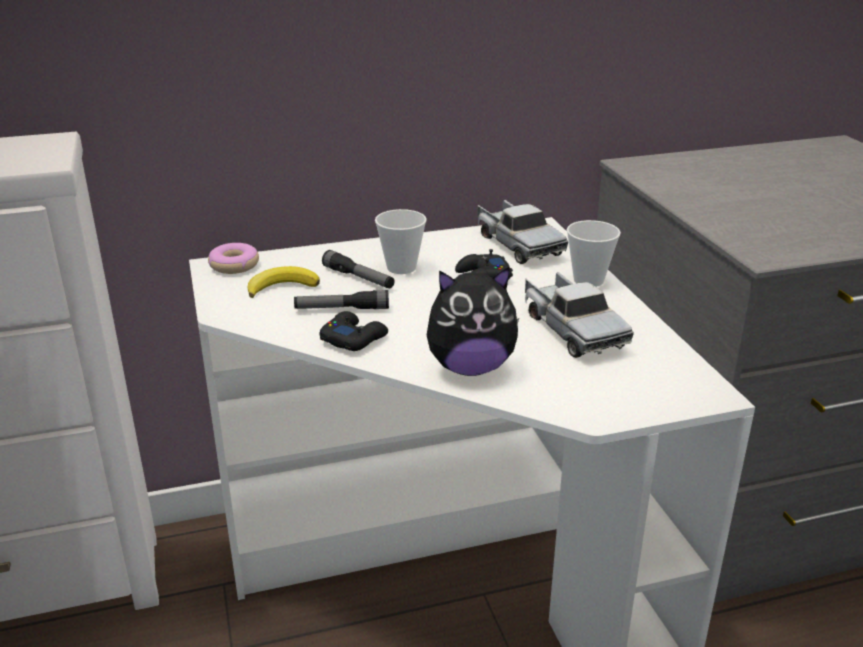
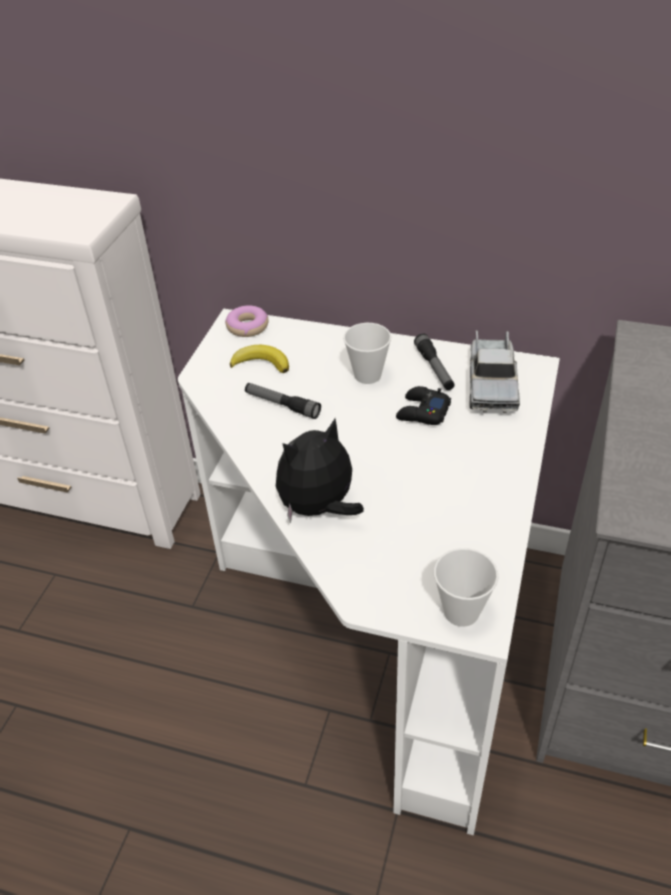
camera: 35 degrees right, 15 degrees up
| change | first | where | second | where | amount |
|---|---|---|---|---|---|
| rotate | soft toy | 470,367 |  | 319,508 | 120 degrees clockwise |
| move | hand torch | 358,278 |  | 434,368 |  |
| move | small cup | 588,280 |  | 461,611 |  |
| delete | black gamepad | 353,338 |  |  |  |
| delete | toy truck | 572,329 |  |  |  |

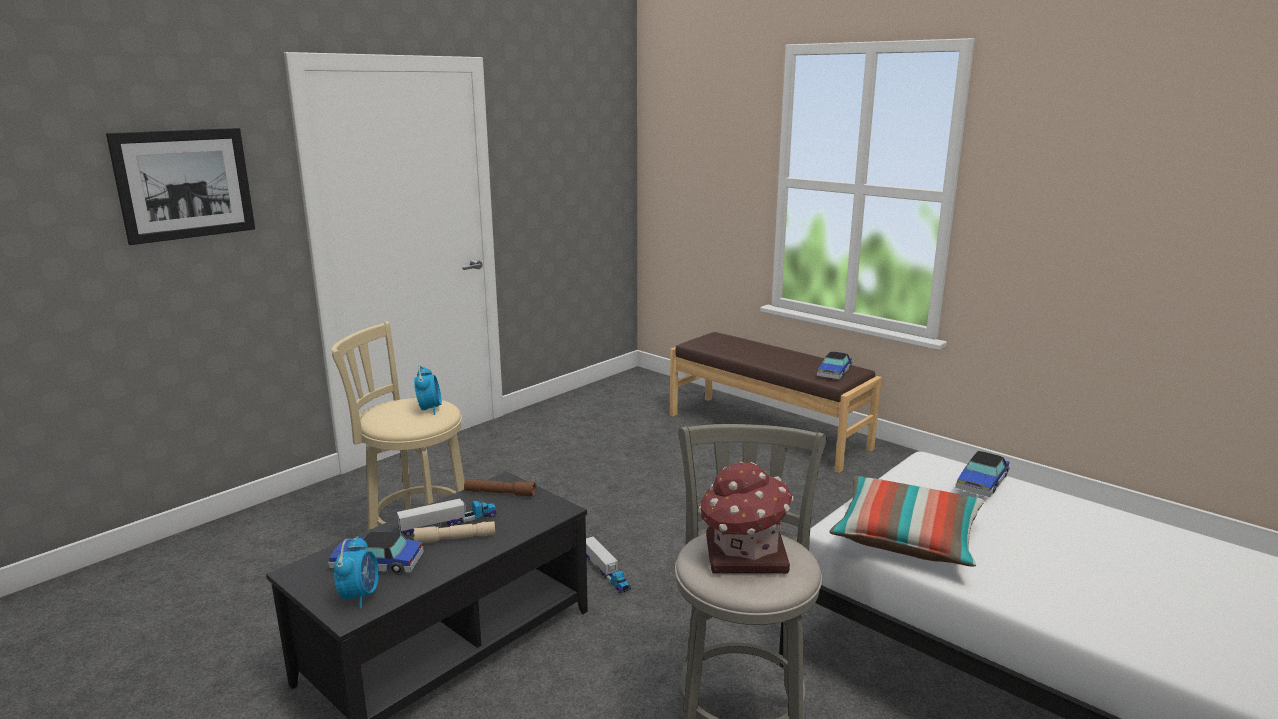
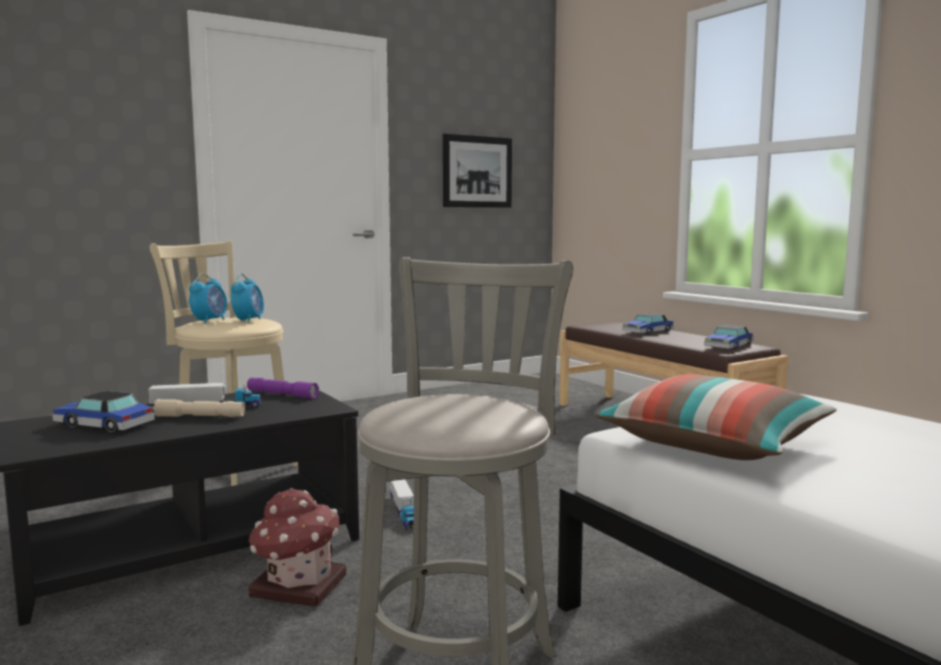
camera: 15 degrees right, 10 degrees down
| change | first | where | second | where | amount |
|---|---|---|---|---|---|
| move | bedside clock | 360,595 |  | 210,321 |  |
| recolor | brown hand torch | 500,493 | purple-coloured hand torch | 282,394 |  |
| move | miniature house | 743,555 |  | 297,586 |  |
| move | wall art | 185,184 |  | 477,171 |  |
| move | toy car | 982,482 |  | 648,332 |  |

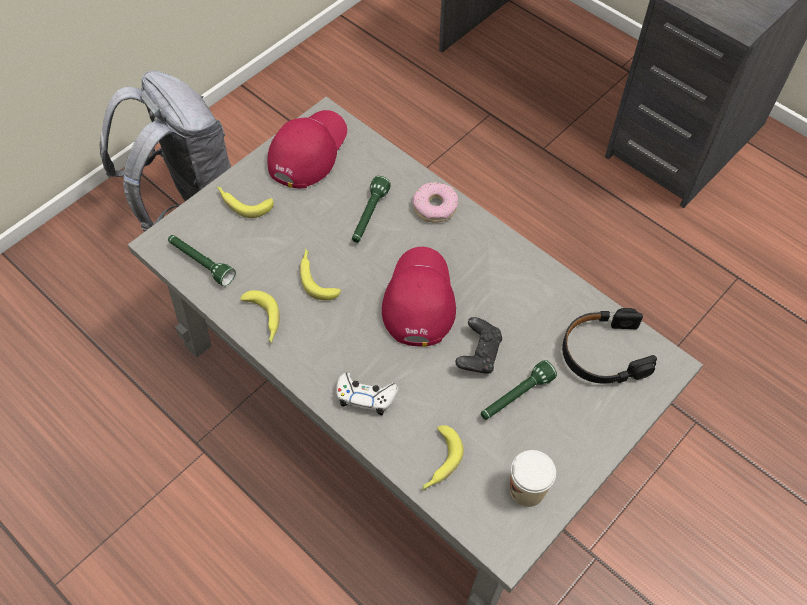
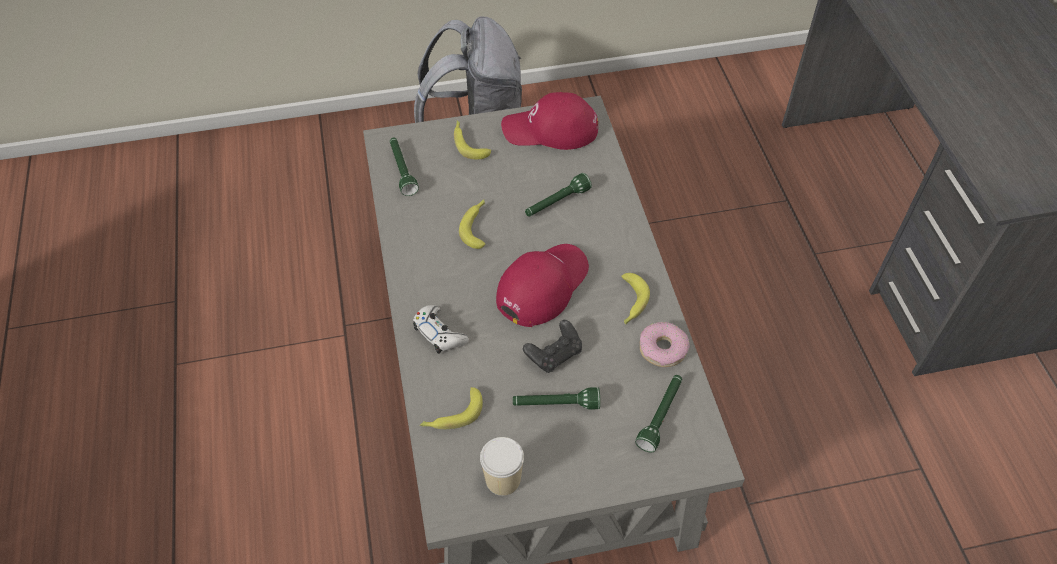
camera: 35 degrees right, 5 degrees down
| change | first | where | second | where | amount |
|---|---|---|---|---|---|
| rotate | red cap | 308,151 |  | 550,130 | 150 degrees counterclockwise |
| move | whole banana | 263,320 |  | 630,303 |  |
| replace | black headphones | 603,353 | green-coloured hand torch | 661,416 |  |
| move | donut | 435,207 |  | 663,349 |  |

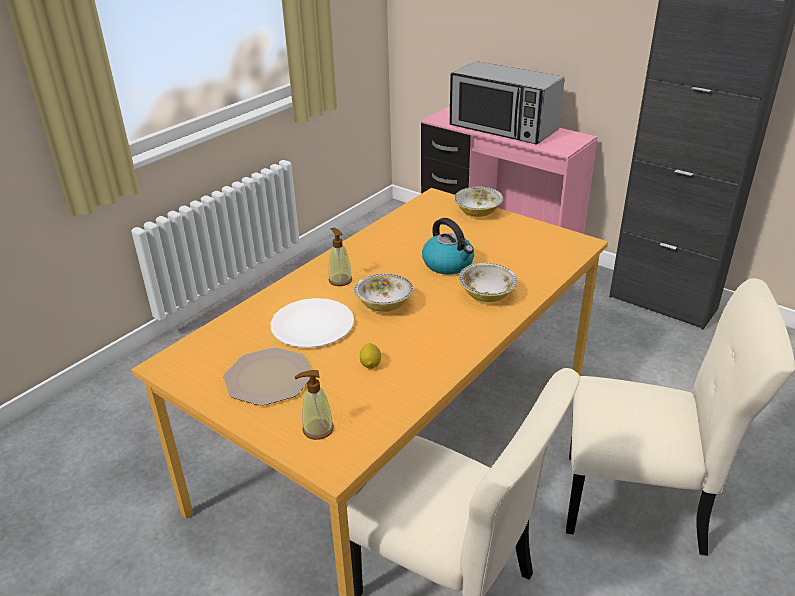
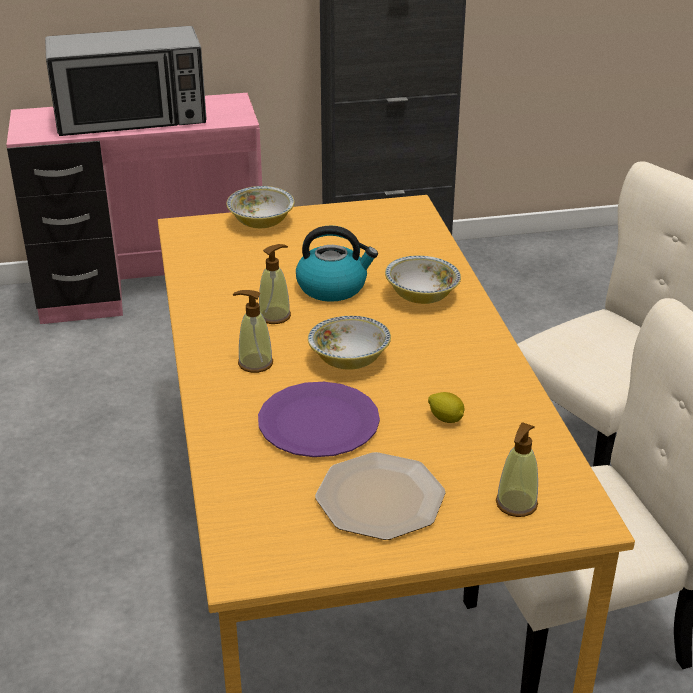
camera: 50 degrees left, 0 degrees up
| change | first | where | second | where | amount |
|---|---|---|---|---|---|
| recolor | white dinner plate | 313,325 | purple-coloured dinner plate | 319,422 |  |
| insert |  |  | liquid soap bottle | 274,316 |  |

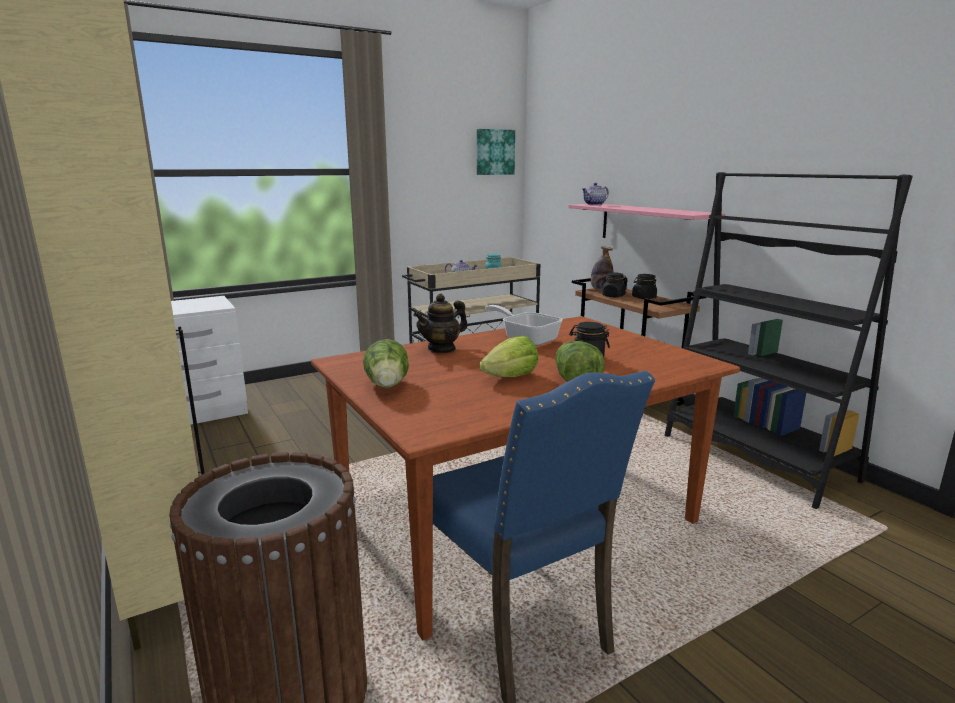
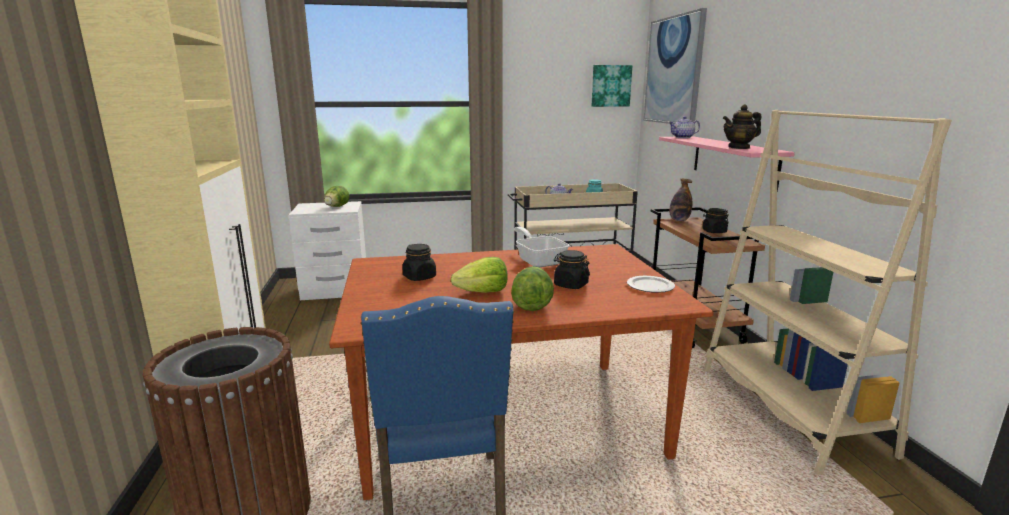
camera: 20 degrees right, 0 degrees up
| change | first | where | second | where | amount |
|---|---|---|---|---|---|
| move | lettuce head | 388,386 |  | 336,207 |  |
| move | black jar | 613,296 |  | 419,277 |  |
| insert |  |  | dinner plate | 650,286 |  |
| insert |  |  | wall art | 673,70 |  |
| recolor | black bookcase | 756,458 | beige bookcase | 789,409 |  |
| move | pot for tea | 442,349 |  | 739,147 |  |

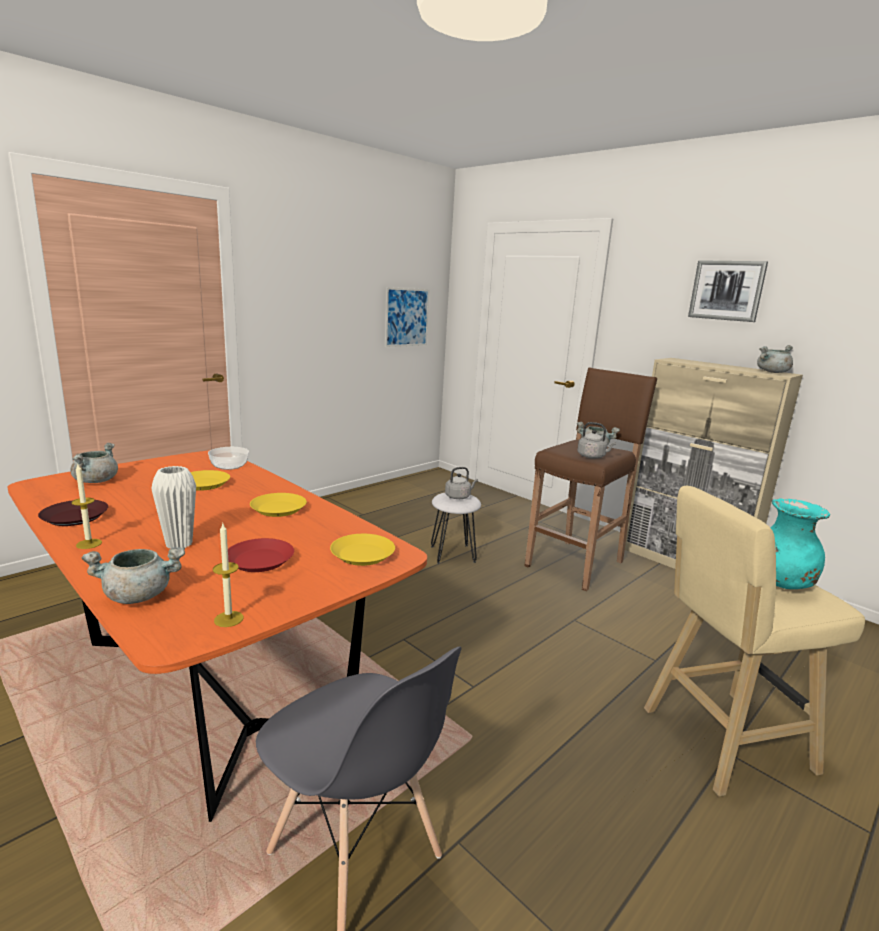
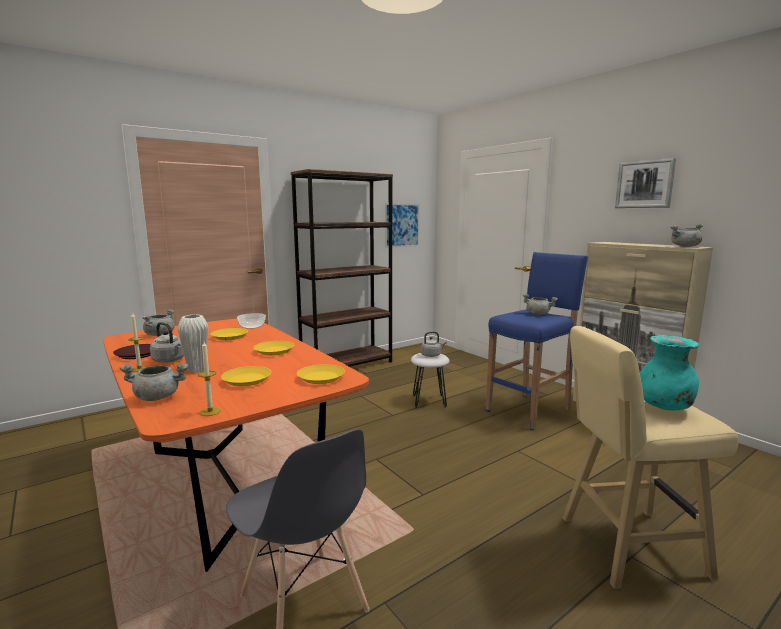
camera: 10 degrees right, 5 degrees down
| change | first | where | second | where | amount |
|---|---|---|---|---|---|
| move | greyish kettle | 592,457 |  | 170,360 |  |
| recolor | red dinner plate | 260,560 | yellowish dinner plate | 247,380 |  |
| insert |  |  | brown bookcase | 347,365 |  |
| recolor | brown stool | 576,563 | blue stool | 529,410 |  |

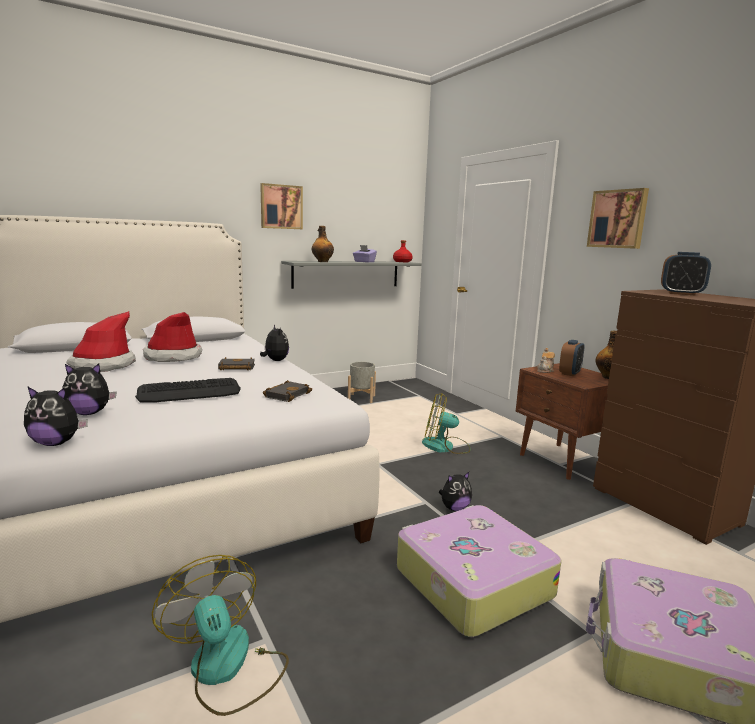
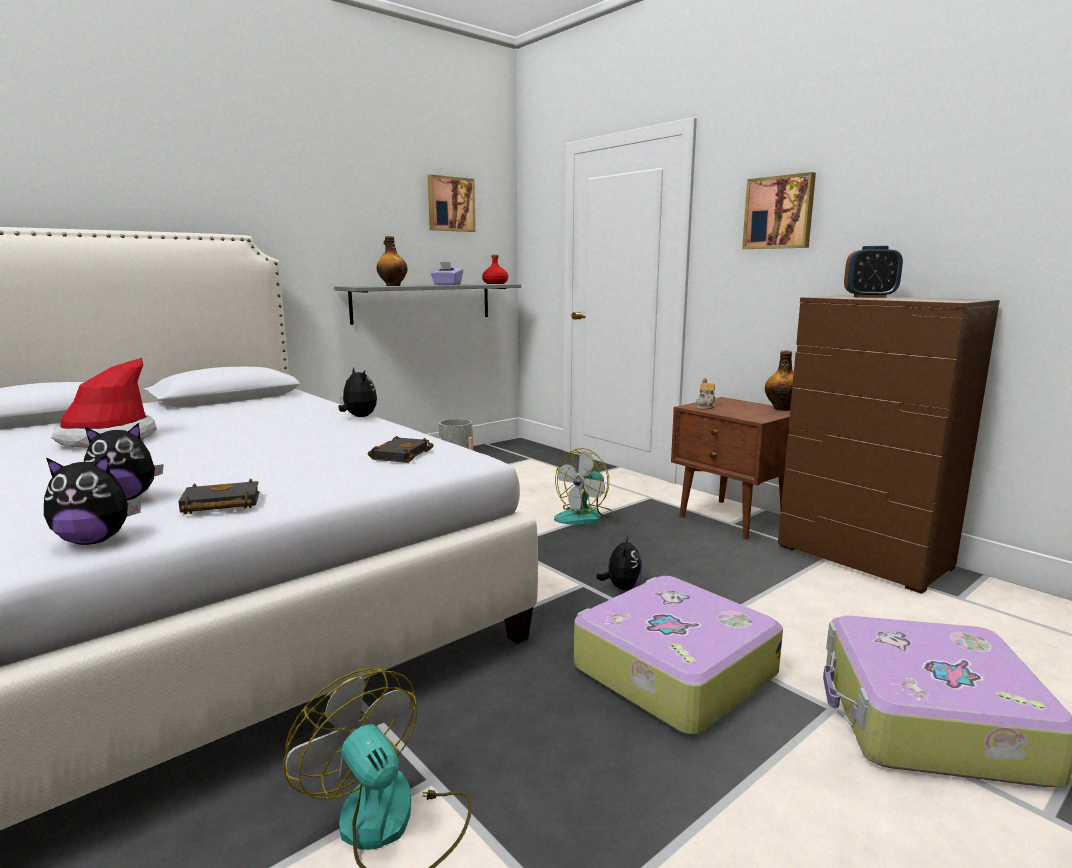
camera: 10 degrees left, 0 degrees up
| change | first | where | second | where | amount |
|---|---|---|---|---|---|
| move | black volume | 235,368 |  | 219,504 |  |
| move | wall art | 281,207 |  | 450,204 |  |
| rotate | electric fan | 445,446 |  | 585,516 | 45 degrees counterclockwise |
| rotate | soft toy | 454,508 |  | 621,587 | 45 degrees counterclockwise |
| delete | keyboard | 190,392 |  |  |  |
| delete | wearable hat | 173,357 |  |  |  |
| delete | bedside clock | 570,373 |  |  |  |

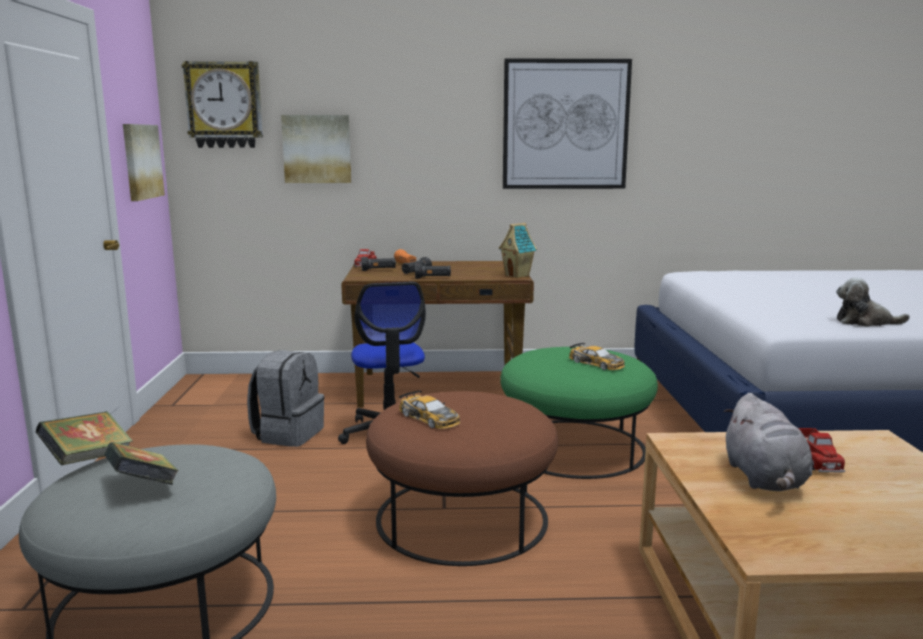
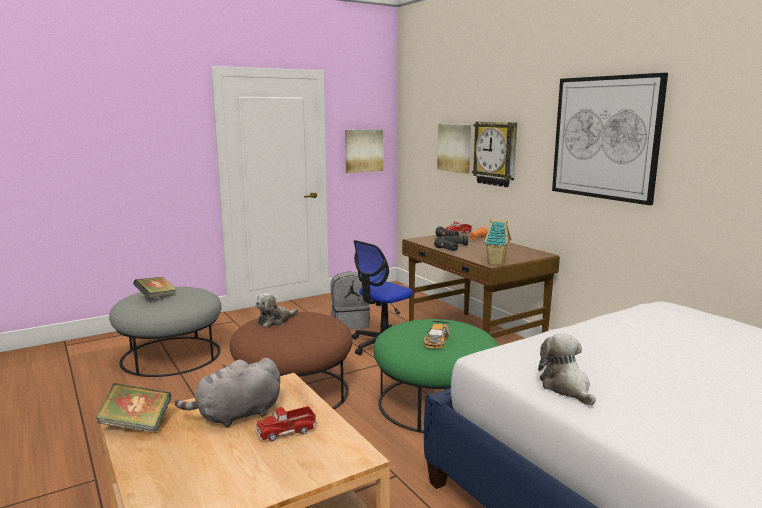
camera: 60 degrees right, 0 degrees up
| change | first | where | second | where | amount |
|---|---|---|---|---|---|
| move | volume | 88,459 |  | 136,425 |  |
| replace | toy car | 429,418 | soft toy | 275,321 |  |
| move | hanging clock | 224,105 |  | 496,153 |  |

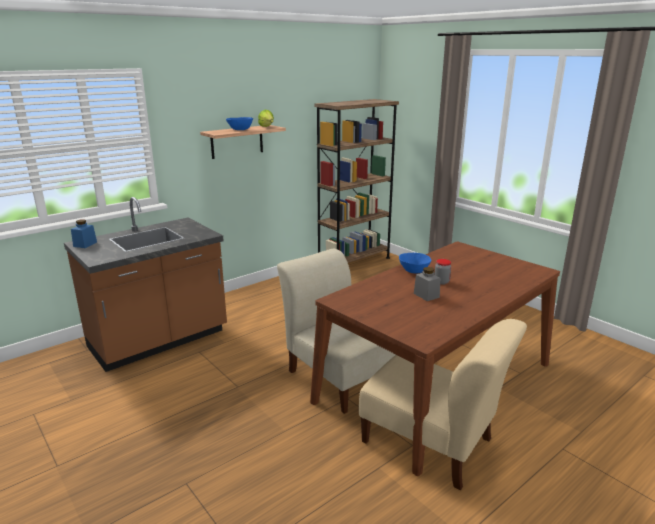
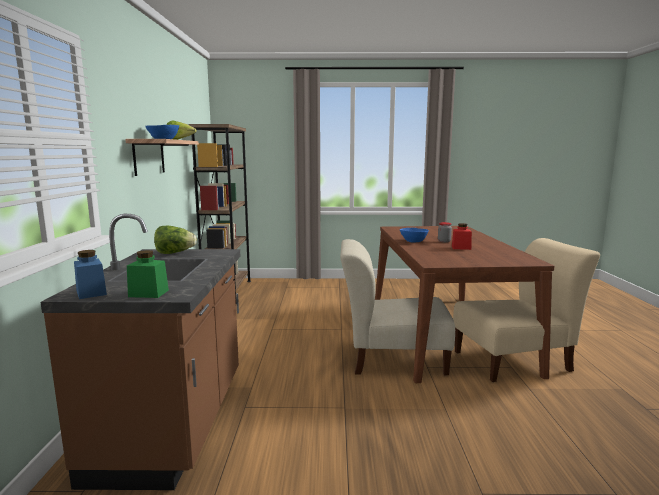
camera: 50 degrees left, 10 degrees down
| change | first | where | second | where | amount |
|---|---|---|---|---|---|
| insert |  |  | green-coloured jar | 148,293 |  |
| insert |  |  | lettuce head | 175,253 |  |
| recolor | greyish jar | 426,295 | red jar | 461,247 |  |

